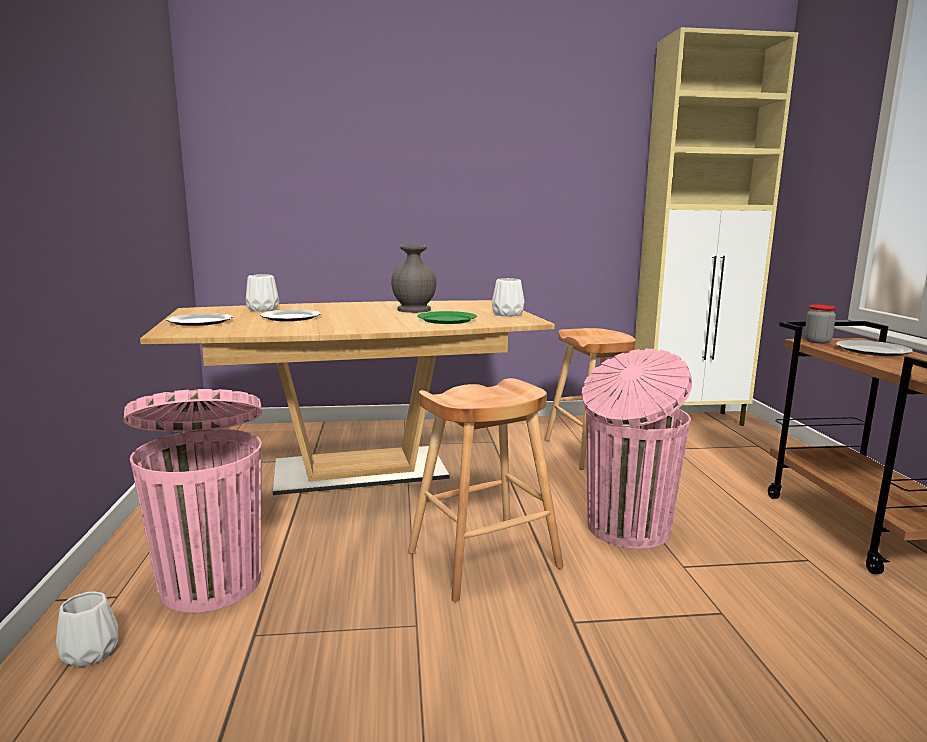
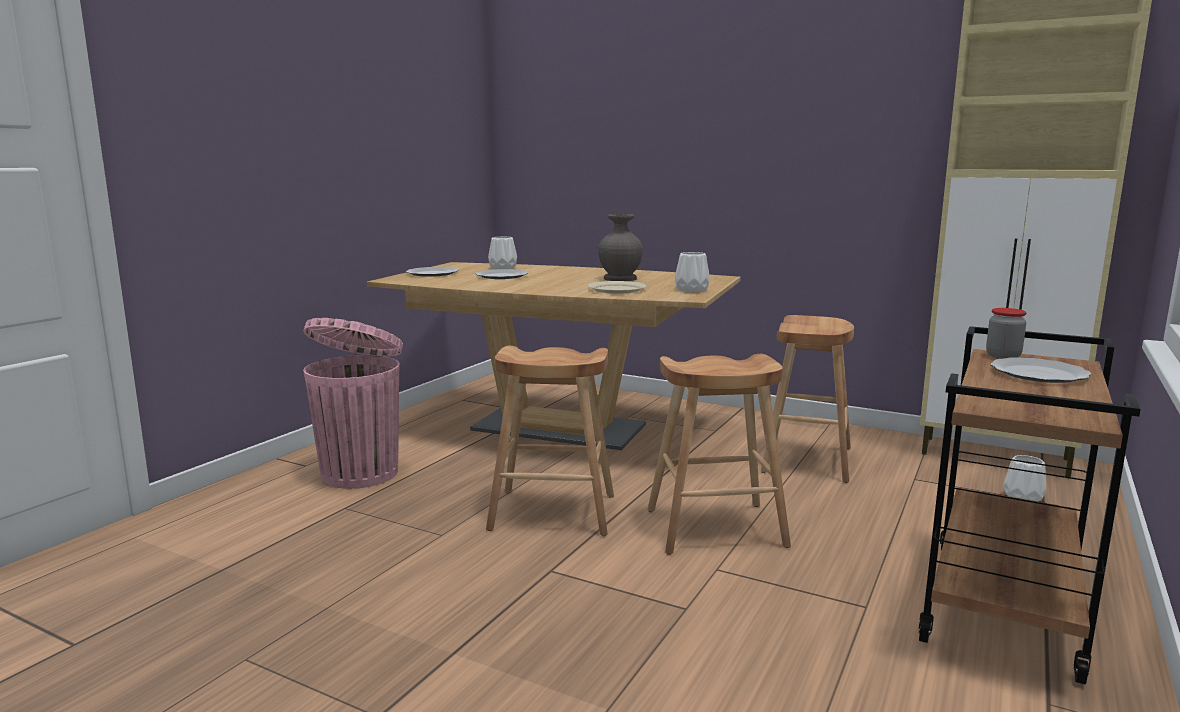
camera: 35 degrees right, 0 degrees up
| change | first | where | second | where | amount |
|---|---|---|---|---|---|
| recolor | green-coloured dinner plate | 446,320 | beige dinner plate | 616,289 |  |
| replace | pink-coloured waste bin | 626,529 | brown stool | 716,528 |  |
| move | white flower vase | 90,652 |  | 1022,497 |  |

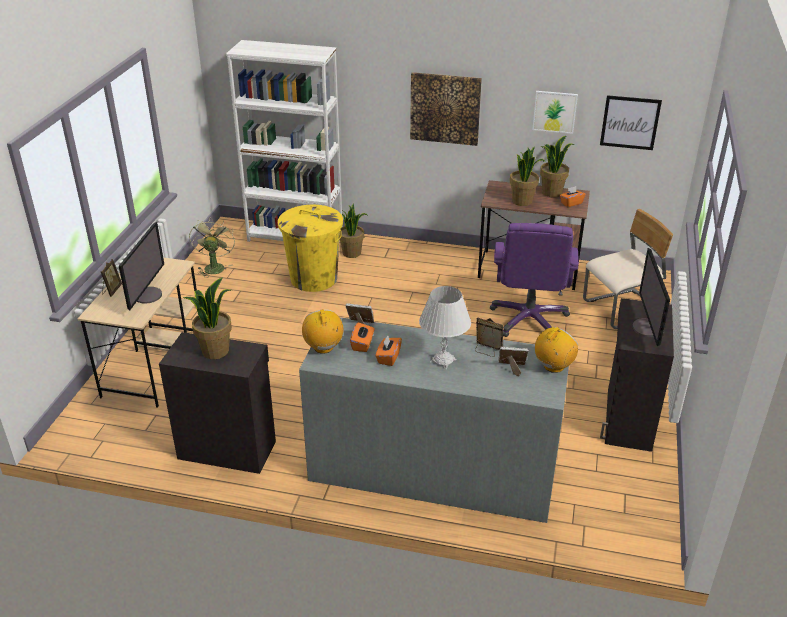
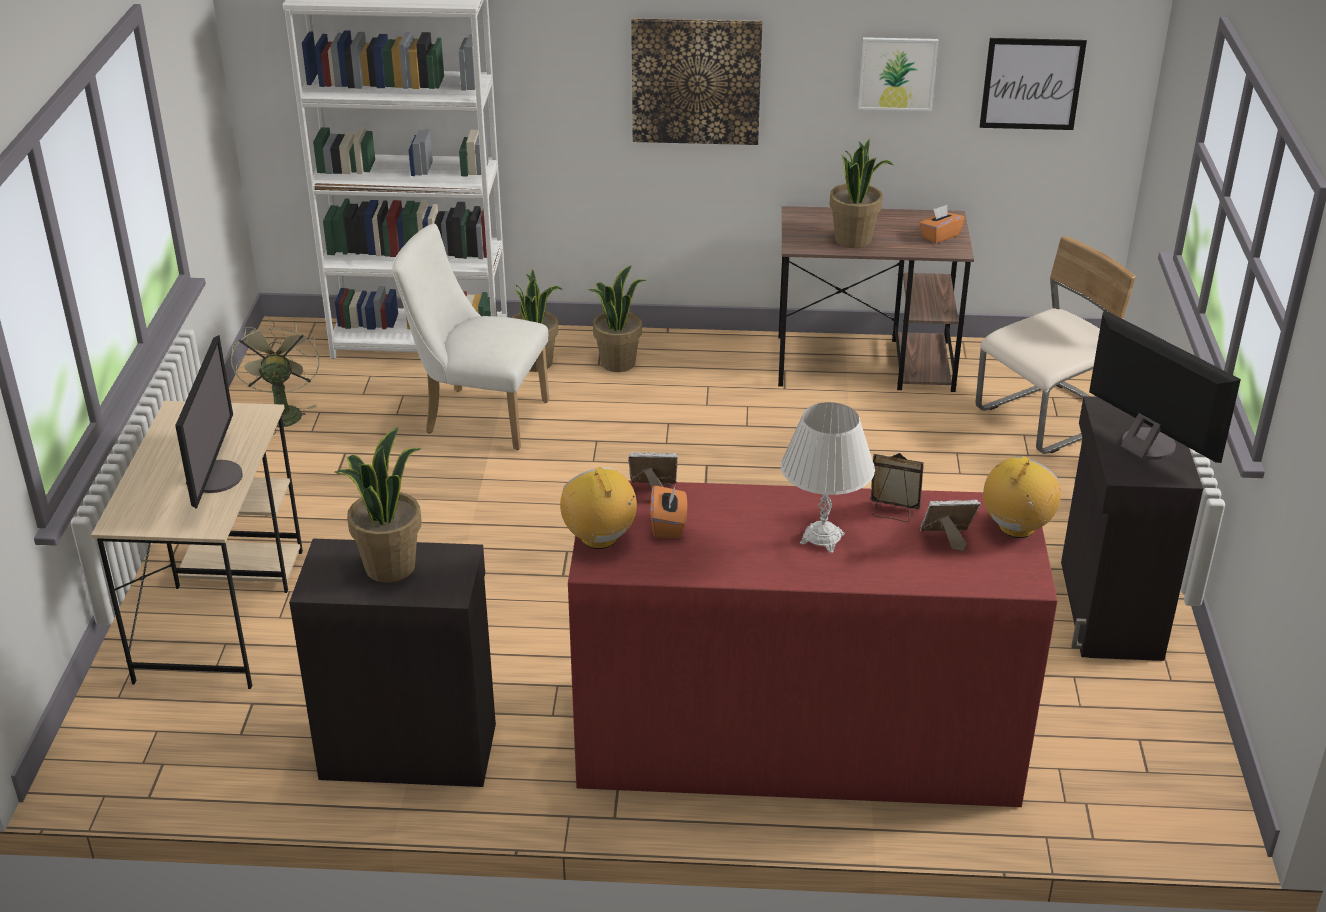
camera: 10 degrees left, 0 degrees up
| change | first | where | second | where | amount |
|---|---|---|---|---|---|
| replace | yellowish waste bin | 313,278 | white upright chair | 478,416 |  |
| recolor | greyish drawer chest | 432,469 | red drawer chest | 796,740 |  |
| move | plant in a pot | 551,192 |  | 617,363 |  |
| rotate | computer screen | 648,328 |  | 1146,444 | 150 degrees clockwise |
| delete | standing frame | 111,290 |  |  |  |
| delete | orangey tissue holder | 388,358 |  |  |  |
| delete | purple-coloured computer chair | 529,319 |  |  |  |

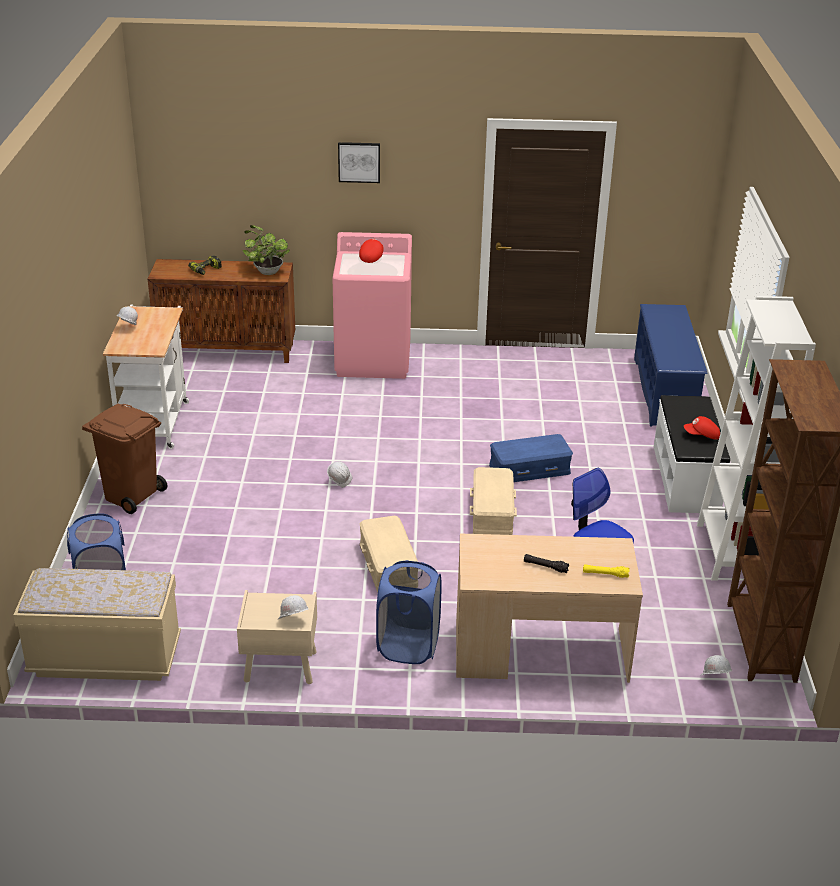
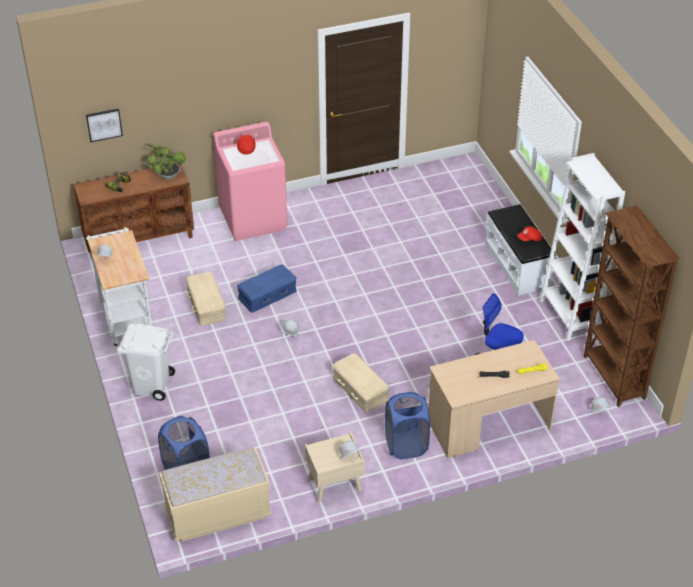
camera: 20 degrees left, 10 degrees up
| change | first | where | second | where | amount |
|---|---|---|---|---|---|
| move | wall art | 359,162 |  | 104,124 |  |
| recolor | brown waste bin | 132,495 | white waste bin | 151,384 |  |
| move | beige storage container | 491,511 |  | 205,305 |  |
| move | blue storage container | 529,468 |  | 267,294 |  |
| delete | blue shoe stand | 664,392 |  |  |  |

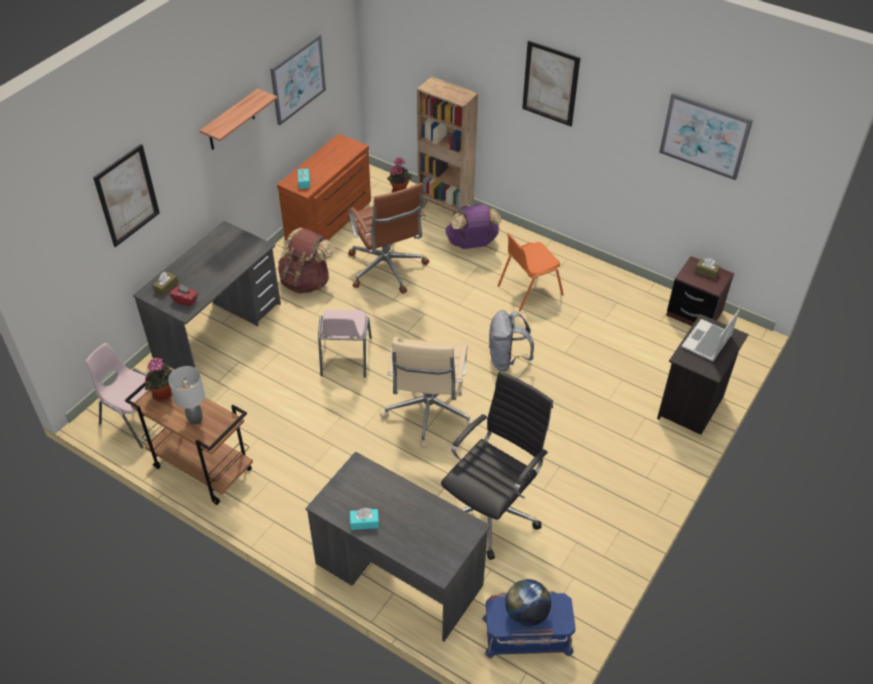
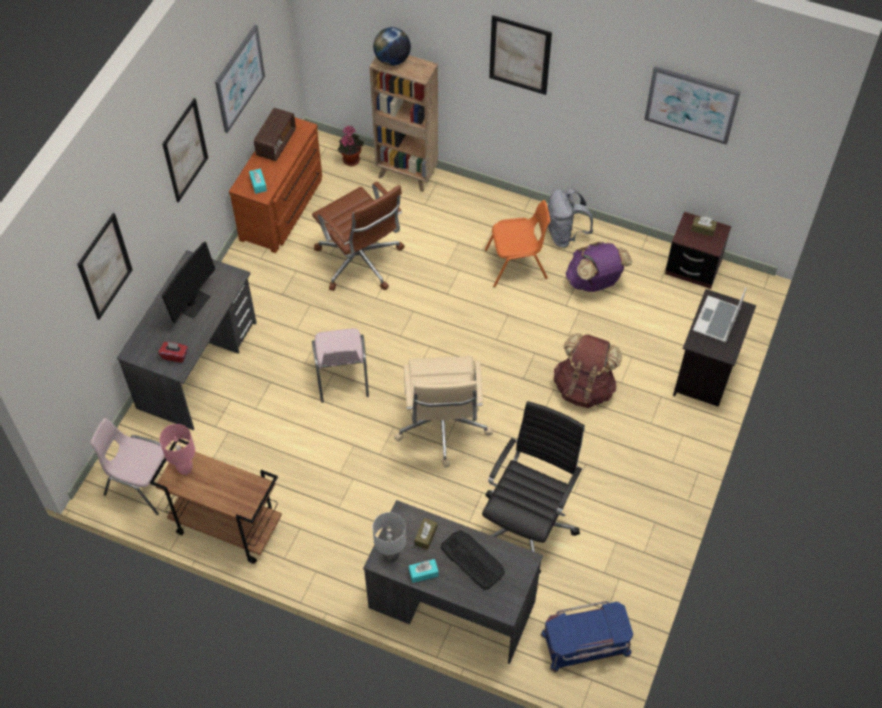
camera: 10 degrees left, 10 degrees up
| change | first | where | second | where | amount |
|---|---|---|---|---|---|
| replace | plant in a pot | 164,395 | pink-coloured lamp for a table | 185,469 |  |
| replace | bracket shelf | 231,121 | wall art | 185,150 |  |
| insert |  |  | computer screen | 192,303 |  |
| insert |  |  | radio set | 276,143 |  |
| move | greyish lamp for a table | 195,419 |  | 390,556 |  |
| move | globe | 526,613 |  | 392,60 |  |
| move | brown tissue holder | 166,287 |  | 426,536 |  |
| insert |  |  | keyboard | 472,559 |  |
| rotate | orangey upright chair | 528,290 |  | 517,265 | 150 degrees counterclockwise |
| move | greyish backpack | 507,360 |  | 565,235 |  |
| move | brown backpack | 306,281 |  | 584,387 |  |
| move | purple-coloured backpack | 472,244 |  | 594,282 |  |

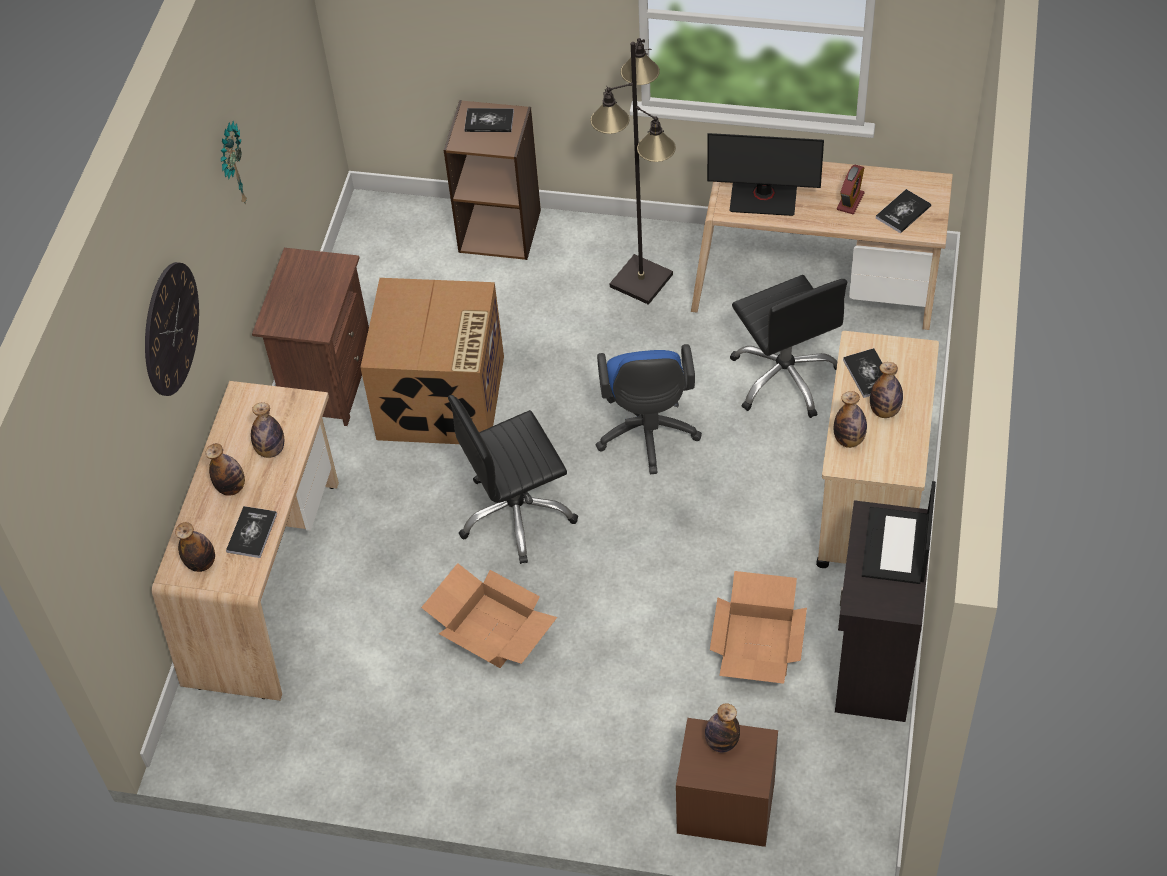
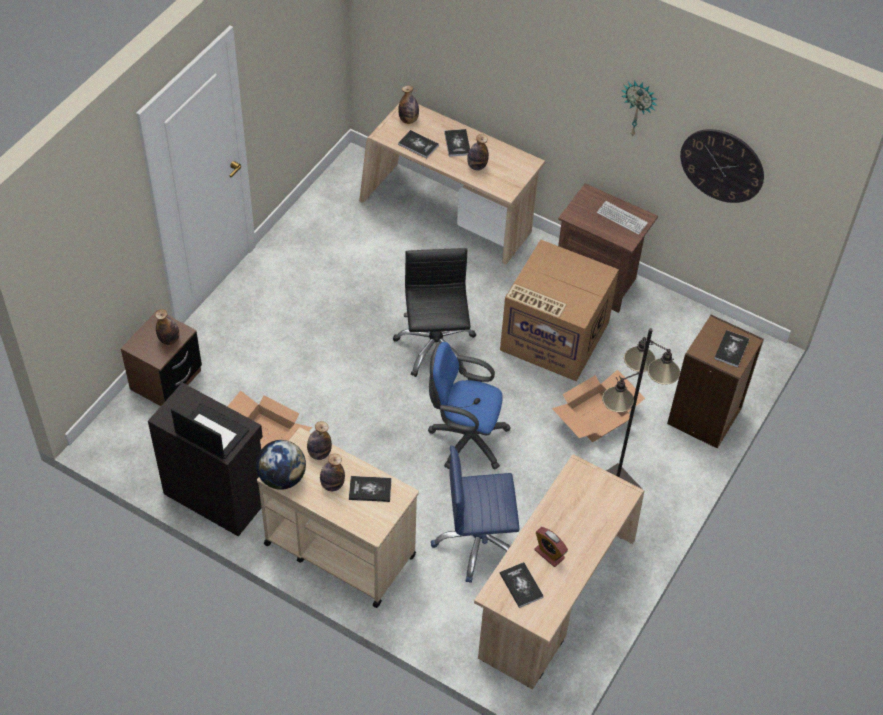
camera: 105 degrees right, 0 degrees up
| change | first | where | second | where | amount |
|---|---|---|---|---|---|
| insert |  |  | globe | 282,477 |  |
| recolor | black computer chair | 785,377 | blue computer chair | 478,542 |  |
| replace | drink bottle | 231,487 | volume | 457,143 |  |
| move | cardboard box | 490,631 |  | 596,416 |  |
| insert |  |  | keyboard | 622,218 |  |
| move | hanging clock | 170,329 |  | 722,165 |  |
| delete | computer screen | 763,198 |  |  |  |

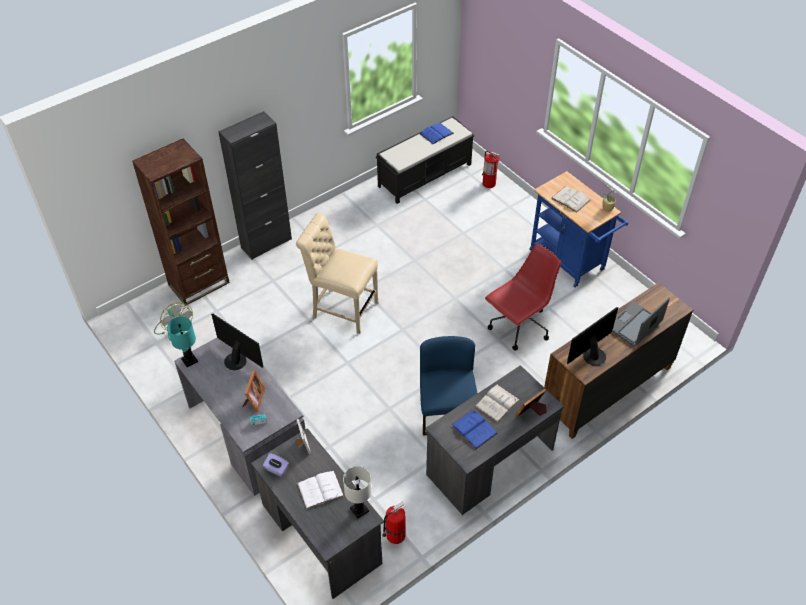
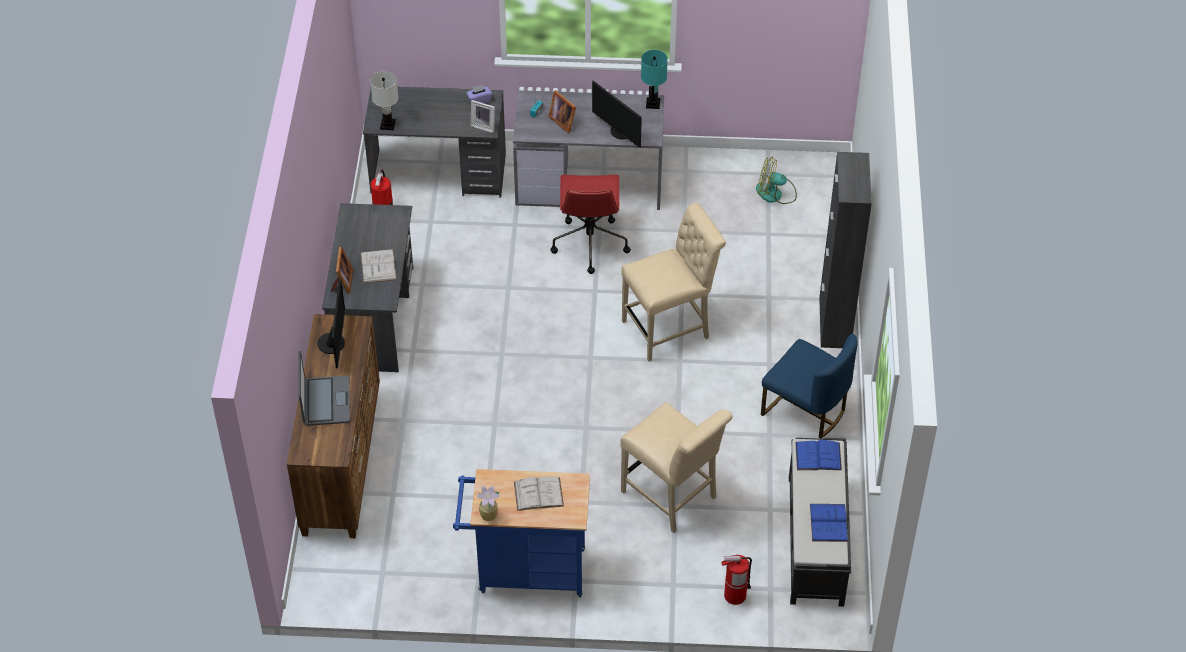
camera: 130 degrees right, 0 degrees up
| change | first | where | second | where | amount |
|---|---|---|---|---|---|
| move | red computer chair | 518,327 |  | 589,243 |  |
| rotate | computer screen | 237,359 |  | 620,132 | 60 degrees clockwise |
| insert |  |  | beige upright chair | 672,498 |  |
| move | blue upright chair | 447,412 |  | 805,410 |  |
| move | blue volume | 474,429 |  | 818,456 |  |
| delete | brown bookcase | 199,284 |  |  |  |
| delete | white volume | 320,489 |  |  |  |

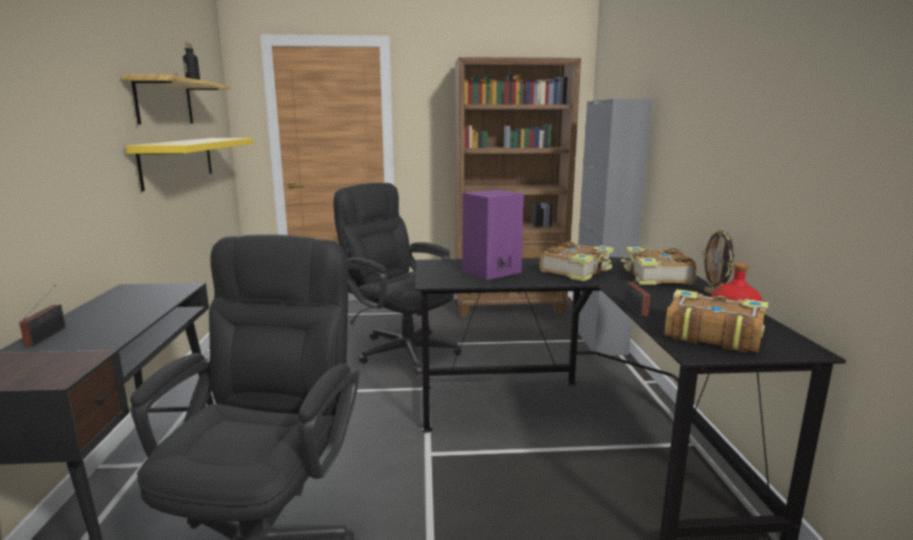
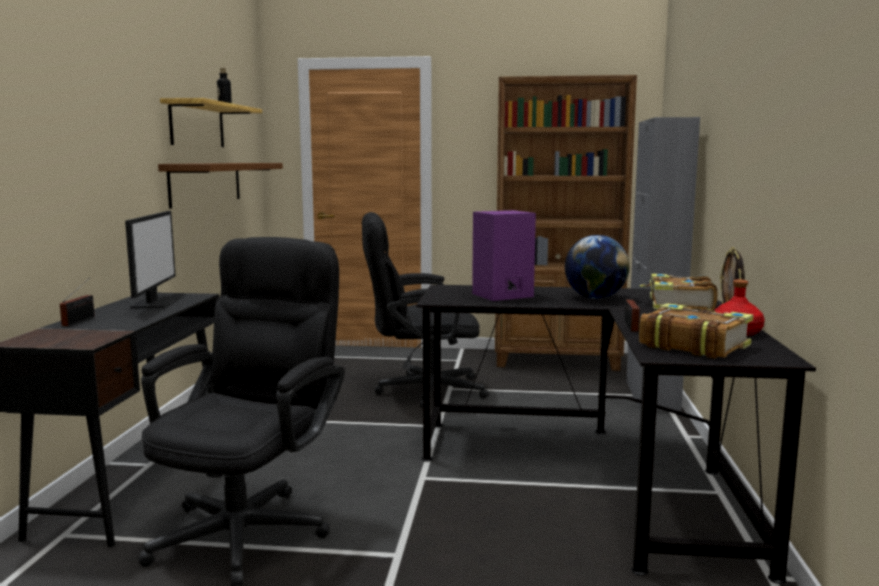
camera: 10 degrees right, 5 degrees down
| change | first | where | second | where | amount |
|---|---|---|---|---|---|
| insert |  |  | computer screen | 155,302 |  |
| recolor | yellowish bracket shelf | 178,161 | brown bracket shelf | 206,183 |  |
| rotate | black computer chair | 400,349 |  | 421,391 | 60 degrees counterclockwise |
| replace | volume | 577,271 | globe | 595,298 |  |

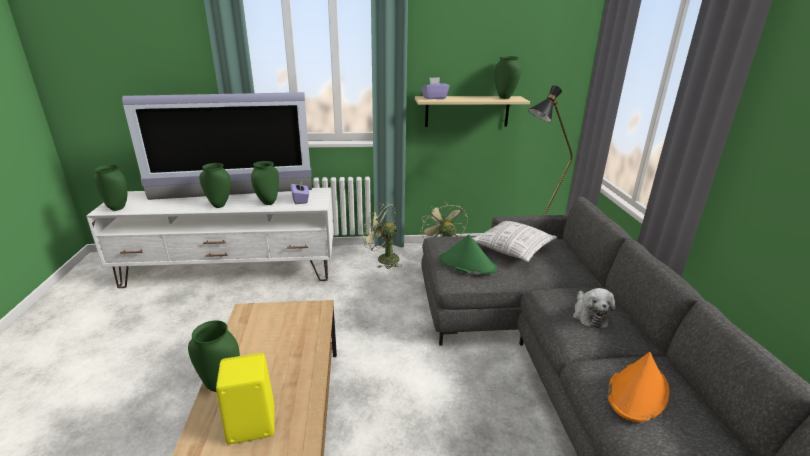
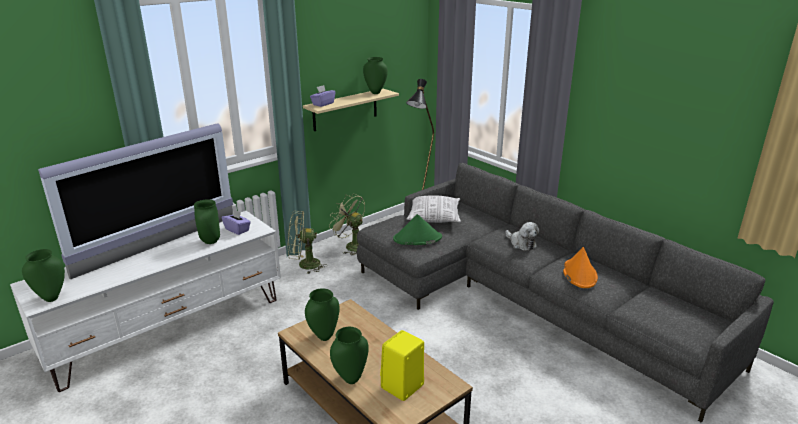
camera: 35 degrees left, 0 degrees up
| change | first | where | second | where | amount |
|---|---|---|---|---|---|
| move | green-coloured flower vase | 220,205 |  | 323,336 |  |

